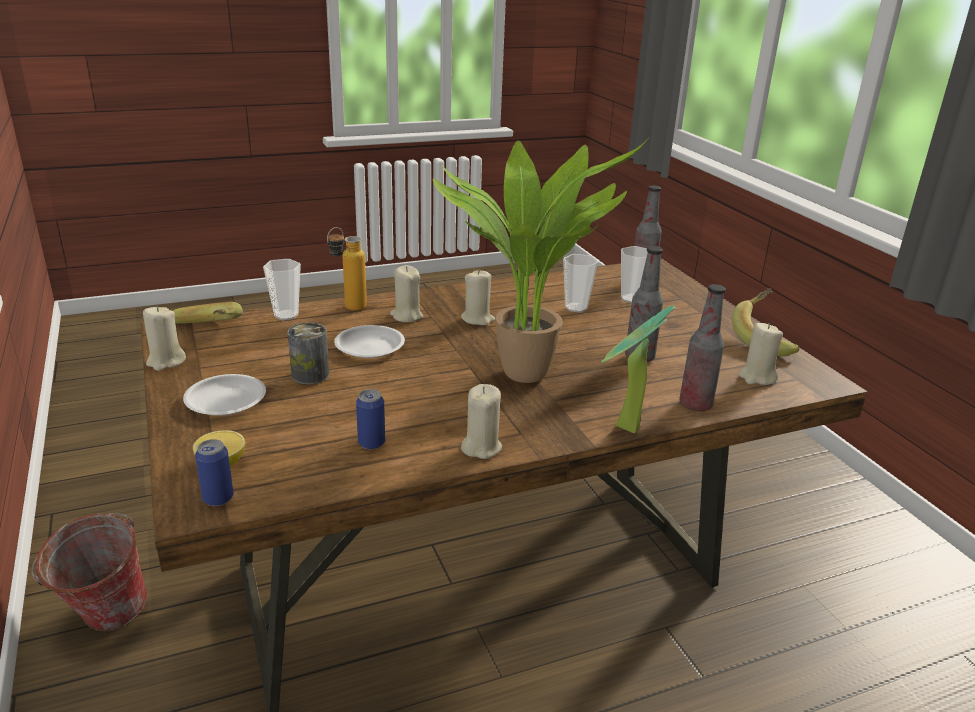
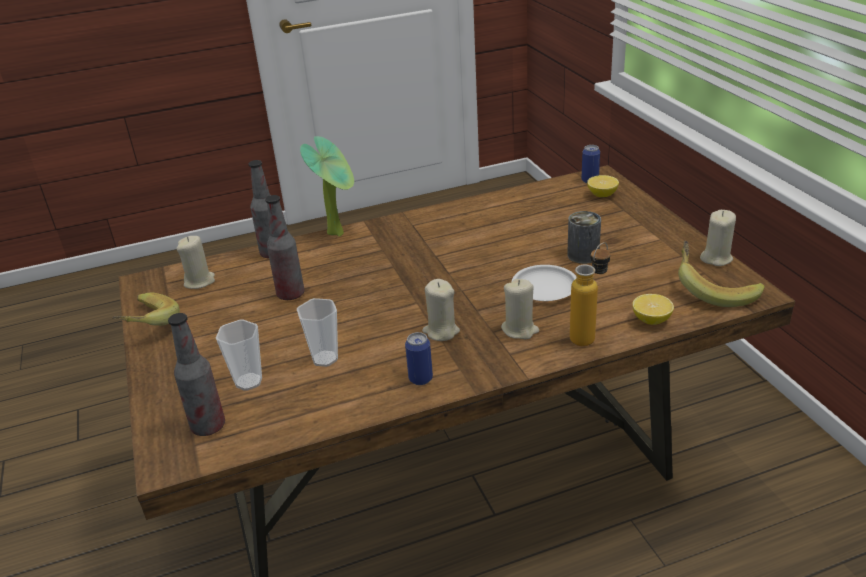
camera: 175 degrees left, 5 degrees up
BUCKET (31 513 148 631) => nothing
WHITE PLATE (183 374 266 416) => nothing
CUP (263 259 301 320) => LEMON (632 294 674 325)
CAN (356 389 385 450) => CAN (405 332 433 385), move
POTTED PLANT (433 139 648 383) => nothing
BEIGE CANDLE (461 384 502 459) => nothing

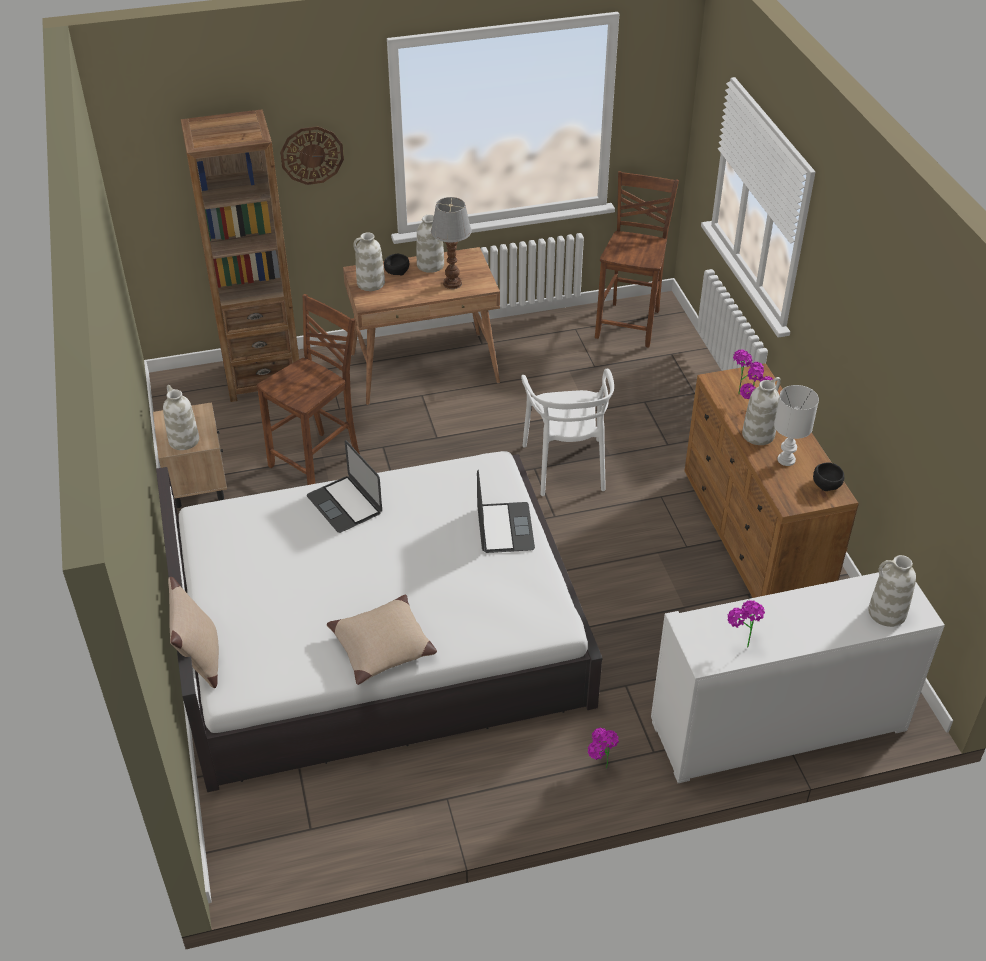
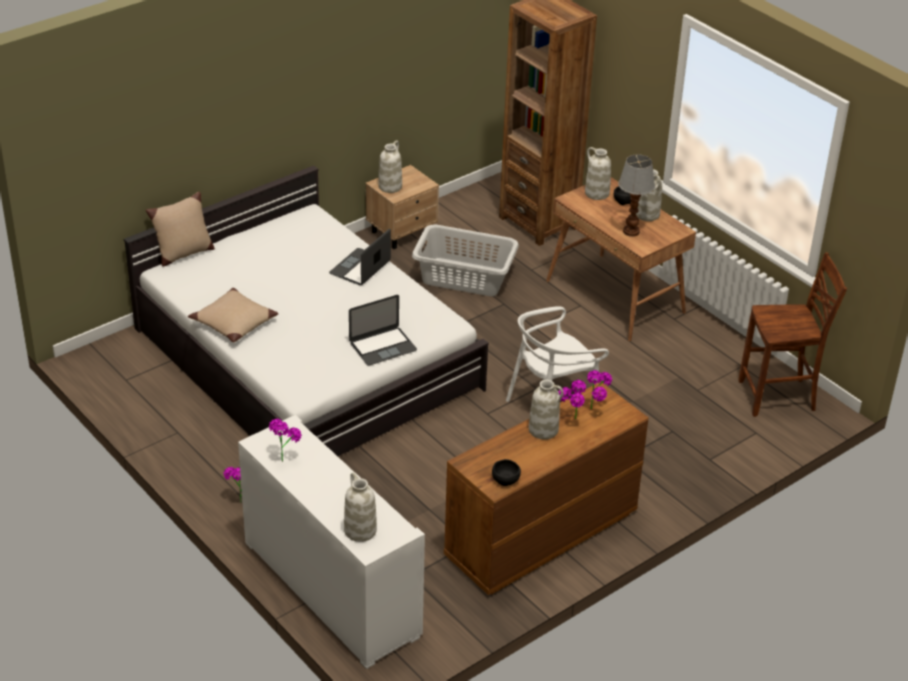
camera: 65 degrees right, 5 degrees down
BROWN CHAIR (257 294 360 485) => GREY LAUNDRY BASKET (412 225 519 296)
WALL CLOCK (280 126 344 185) => nothing
WHITE TABLE LAMP (774 385 819 466) => nothing

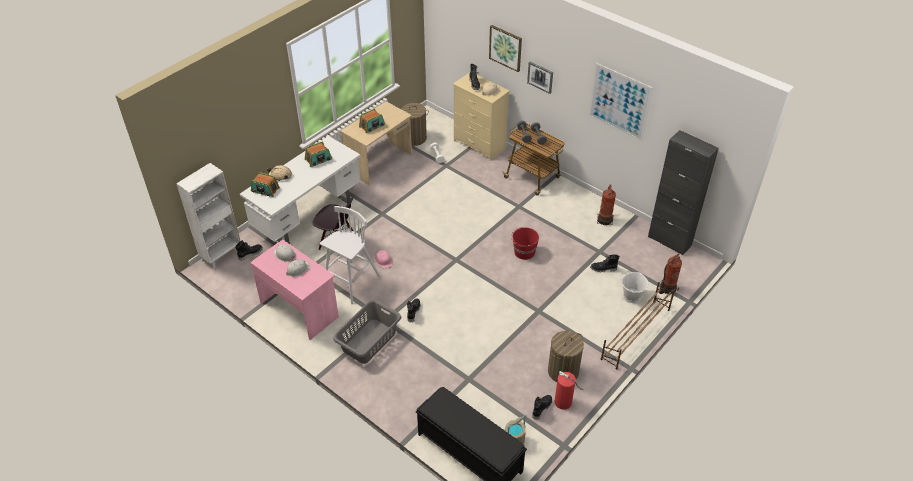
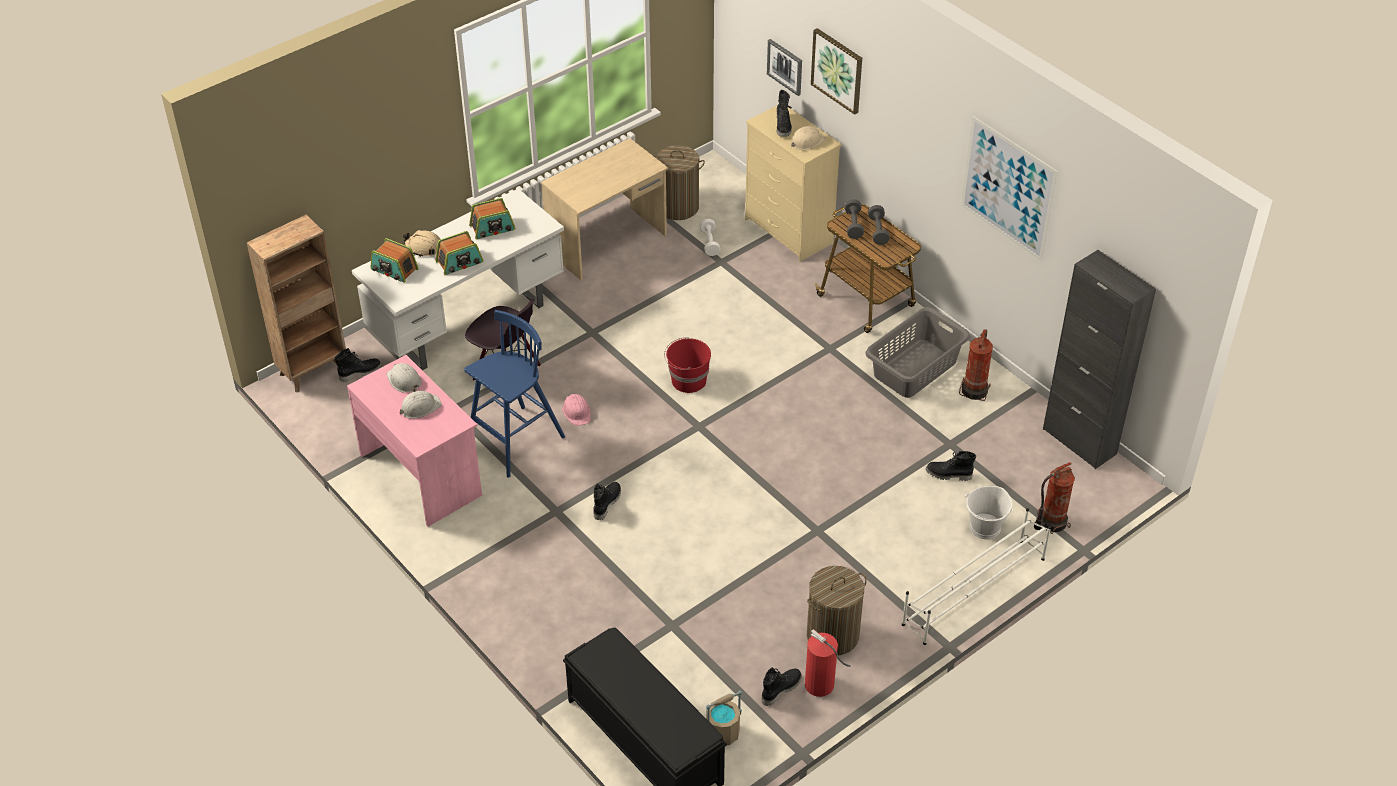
camera: 10 degrees right, 0 degrees up
WHITE BOOKCASE (176 163 240 270) => BROWN BOOKCASE (247 215 346 392)
WHITE STOOL (320 206 380 304) => BLUE STOOL (464 310 565 478)
GREY LAUNDRY BASKET (333 300 401 364) => GREY LAUNDRY BASKET (865 307 970 398), move
RADIO (359 109 385 133) => RADIO (435 231 484 275), move
RED BUCKET (511 227 539 260) => RED BUCKET (664 337 711 393), move
PICTURE (527 62 553 94) => PICTURE (767 39 802 96), move
BROWN SHOE RACK (601 282 675 370) => WHITE SHOE RACK (902 508 1051 645)

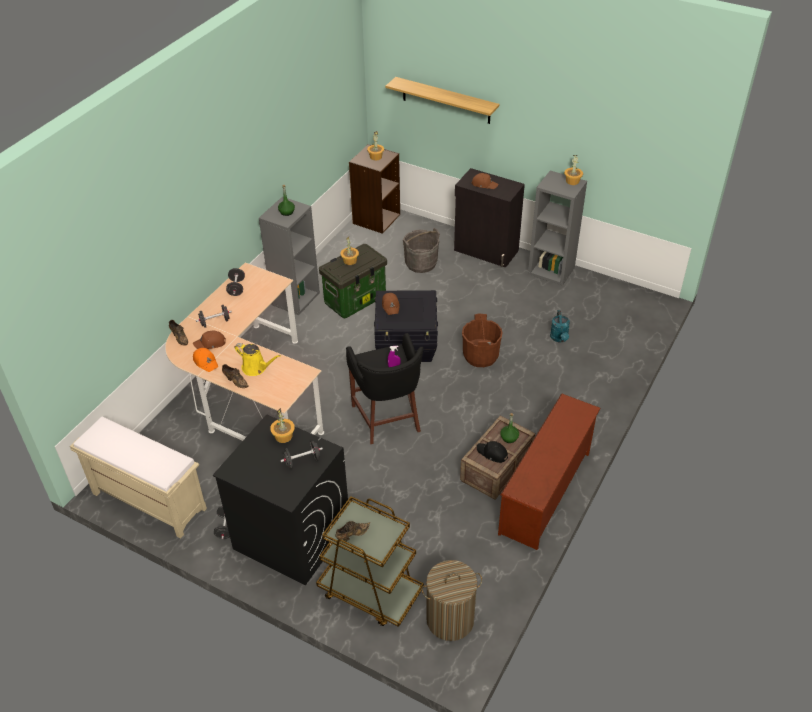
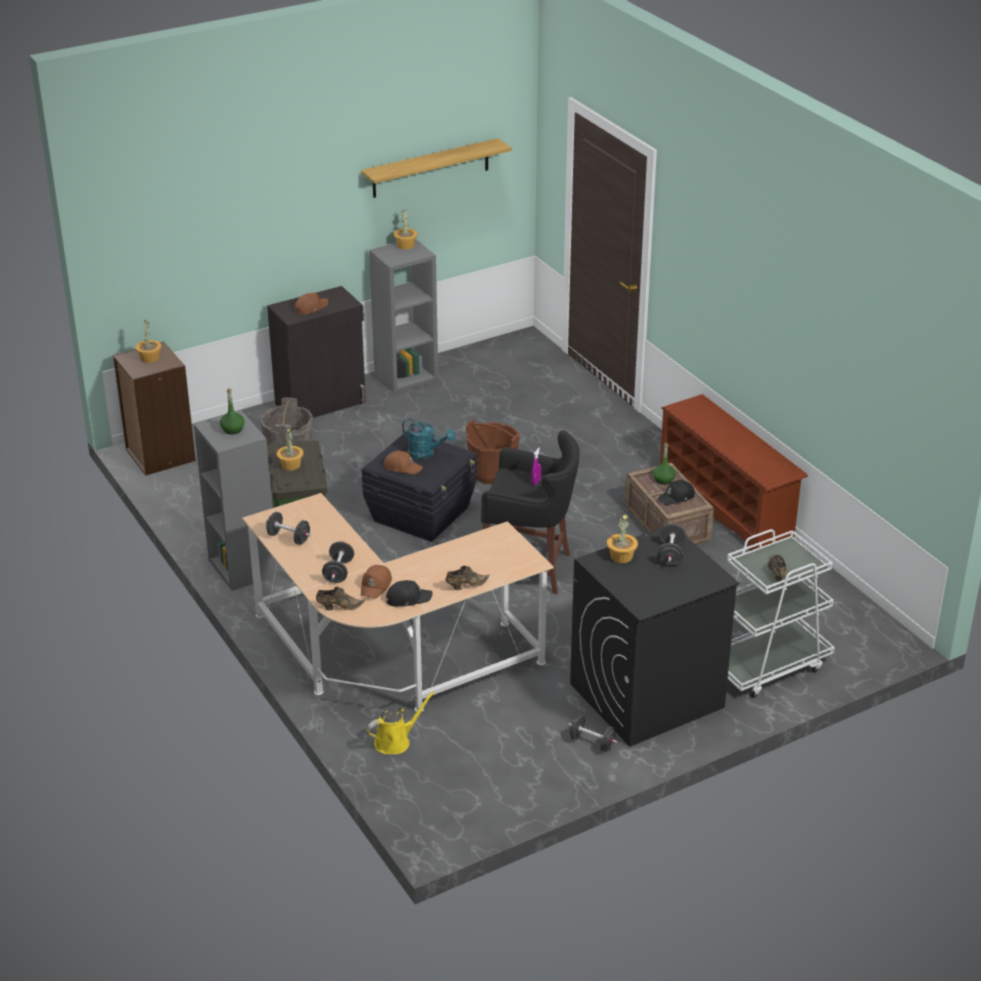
camera: 60 degrees left, 10 degrees down
BEIGE BENCH (70 416 207 539) => nothing
ORANGE CAP (193 348 218 372) => BLACK CAP (386 580 433 607)
YELLOW WATERING CAN (234 343 281 376) => YELLOW WATERING CAN (367 692 435 754), move
BROWN CART (316 496 424 627) => WHITE CART (727 529 835 698)
SHELF (385 77 499 124) => SHELF (361 138 512 198), move
LAUNDRY BASKET (421 560 482 641) => nothing
TURQUOISE WATERING CAN (550 310 570 342) => TURQUOISE WATERING CAN (402 418 455 459), move

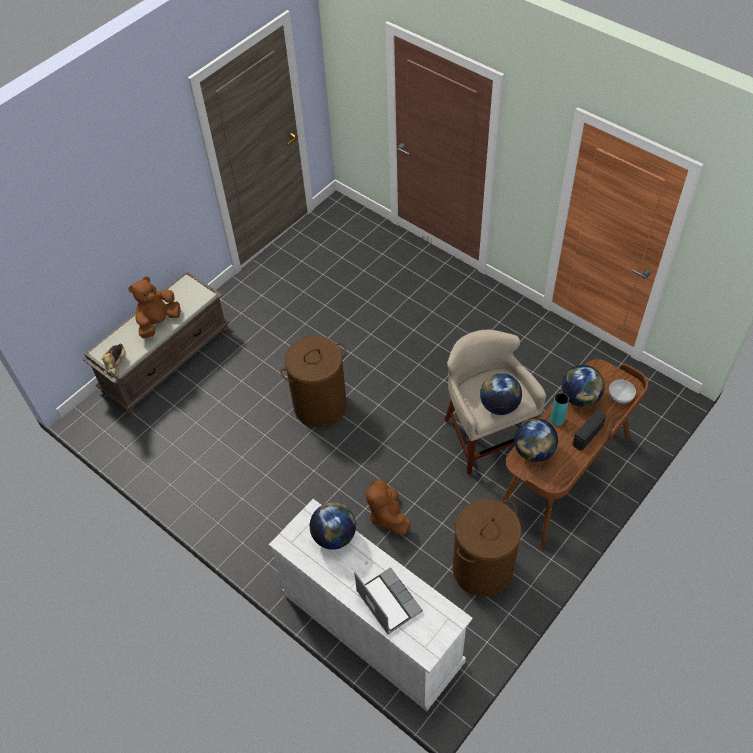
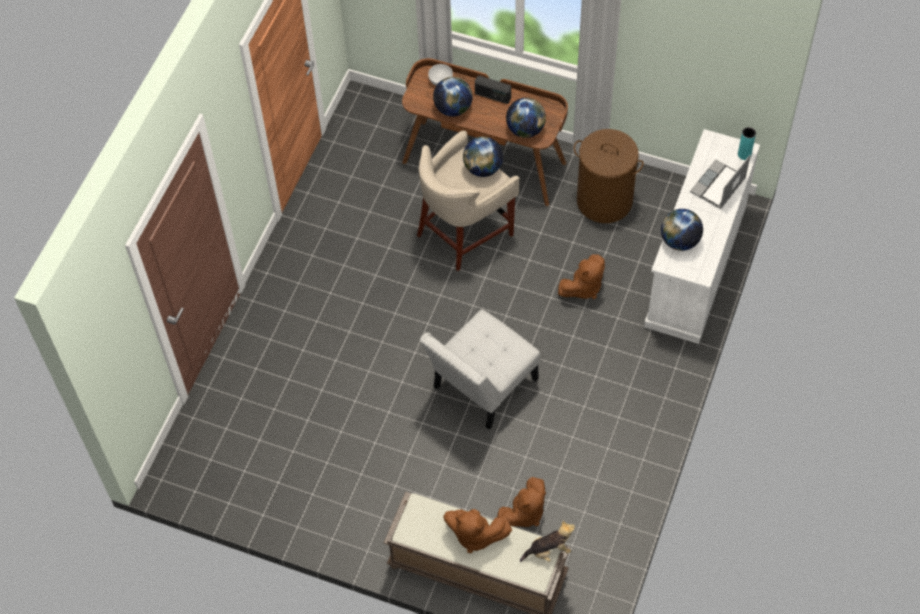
camera: 110 degrees left, 5 degrees up
BROWN LAUNDRY BASKET (280 336 347 427) => WHITE CHAIR (420 310 540 430)
TURQUOISE VASE (550 393 569 426) => TURQUOISE VASE (738 127 756 160), move
nothing => BROWN PLUSH TOY (497 477 546 527)

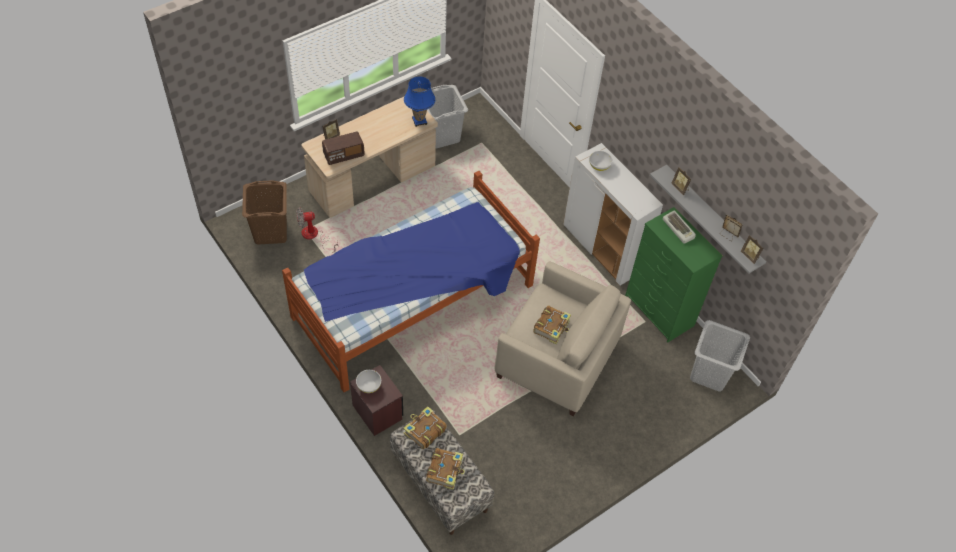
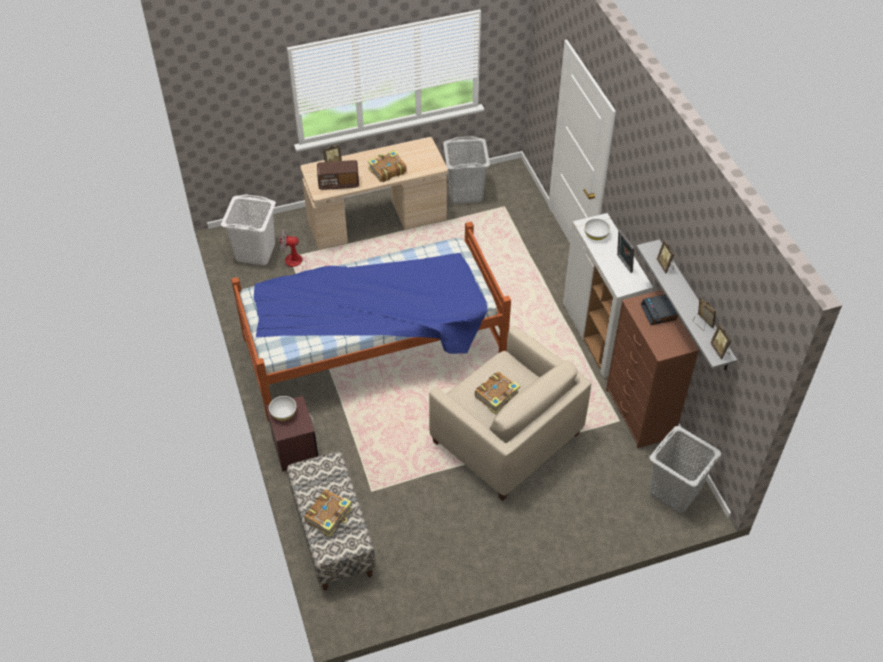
camera: 20 degrees right, 5 degrees down
BROWN LAUNDRY BASKET (242 180 287 244) => WHITE LAUNDRY BASKET (221 195 276 265)
BOOK (403 406 447 450) => BOOK (368 150 407 182), move
BLUE TABLE LAMP (404 76 435 127) => nothing
GREEN DRESSER (625 207 723 343) => BROWN DRESSER (606 290 699 448)
KEYBOARD (663 211 696 244) => ALARM CLOCK (641 294 678 325)
nothing => PICTURE FRAME (617 230 634 273)

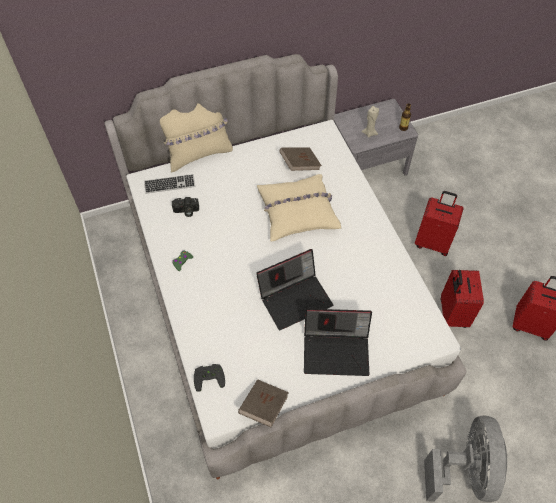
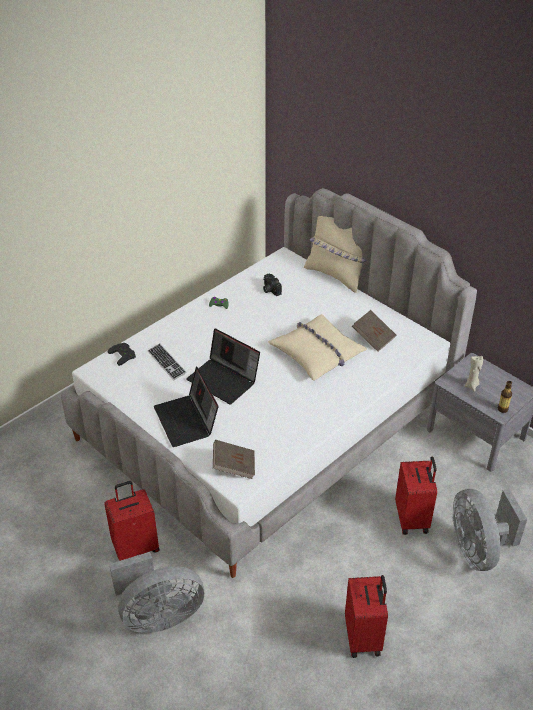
camera: 65 degrees right, 15 degrees down
KEYBOARD (144 174 195 194) => KEYBOARD (148 344 187 380), move
BROWN BOOK (238 380 289 427) => BROWN BOOK (213 440 255 479), move
RED SUITCASE (441 270 484 328) => RED SUITCASE (104 481 159 561), move
nothing => GREY FAN (453 489 527 571)

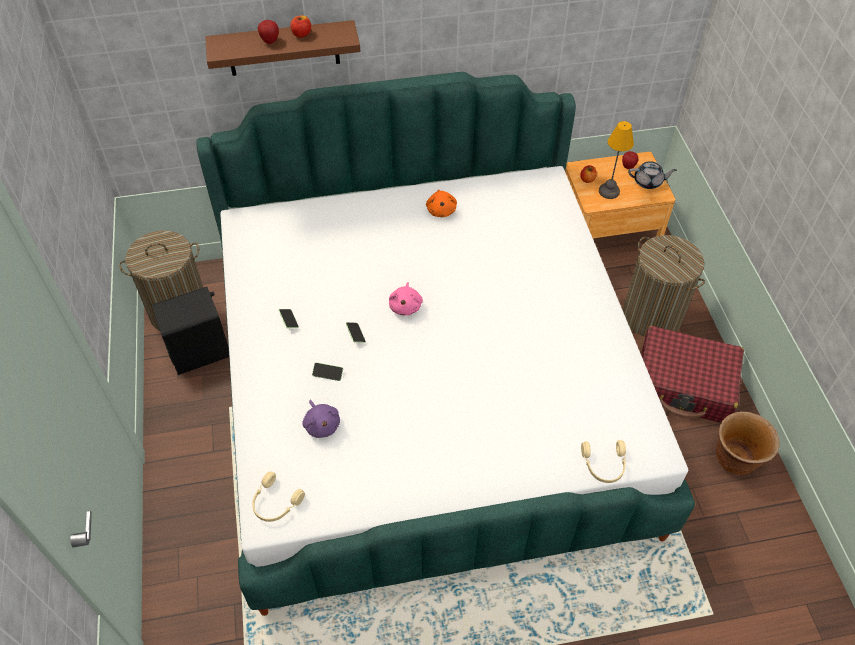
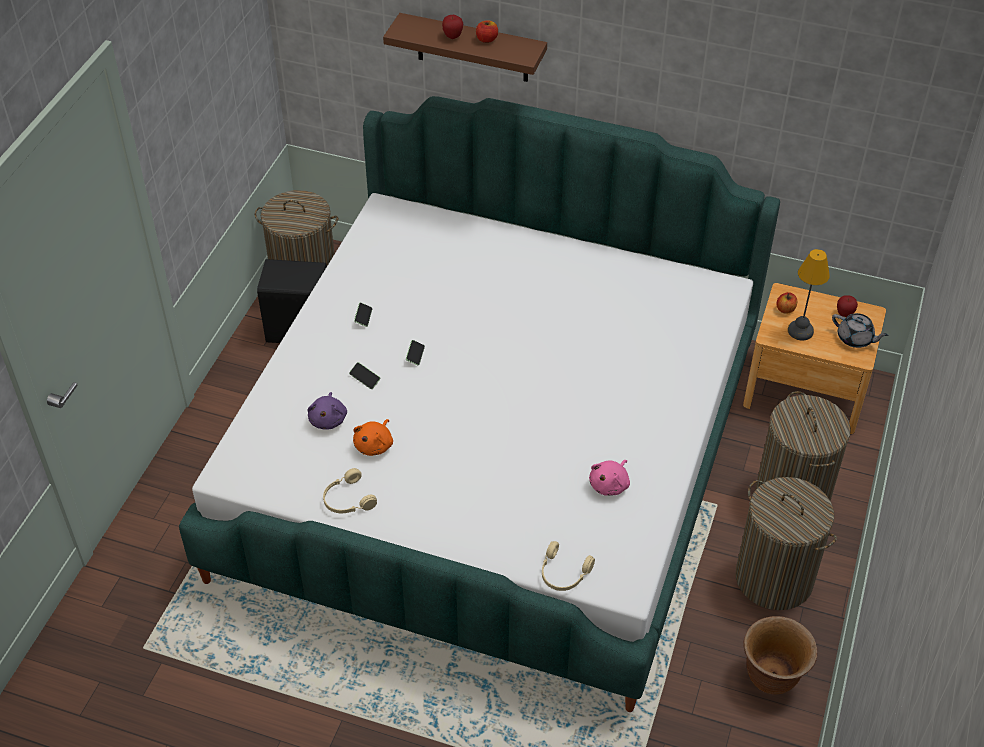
camera: 30 degrees right, 5 degrees down
BEIGE HEADPHONES (252 472 305 522) => BEIGE HEADPHONES (323 468 377 513), move
PINK PLUSH TOY (389 282 423 316) => PINK PLUSH TOY (589 460 630 496), move
ORANGE PLUSH TOY (426 190 457 217) => ORANGE PLUSH TOY (353 419 393 456), move
RED SUITCASE (641 326 744 423) => LAUNDRY BASKET (736 477 837 610)

